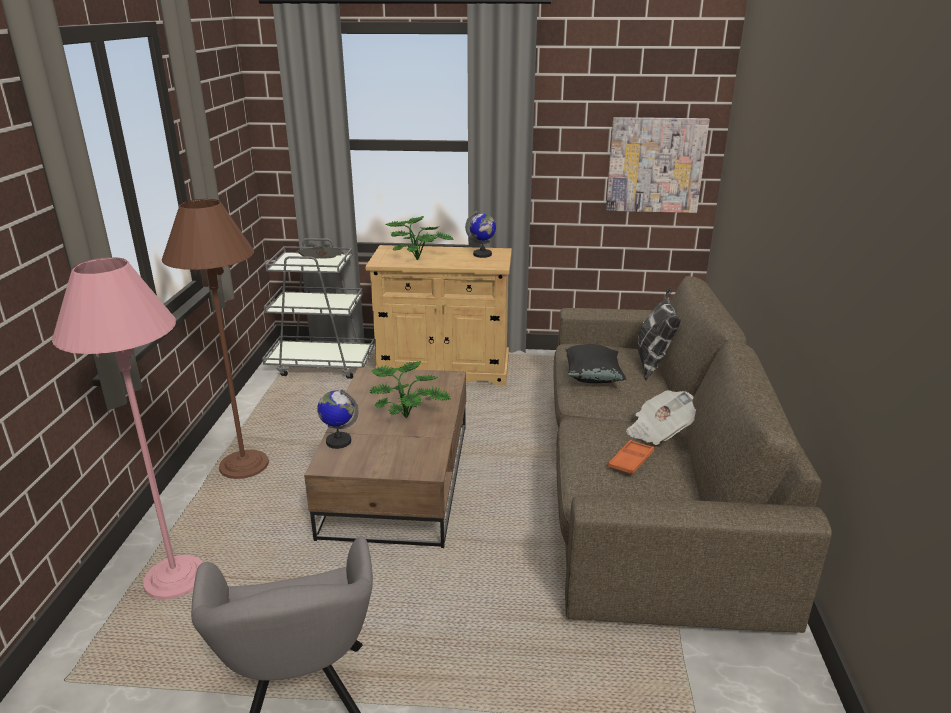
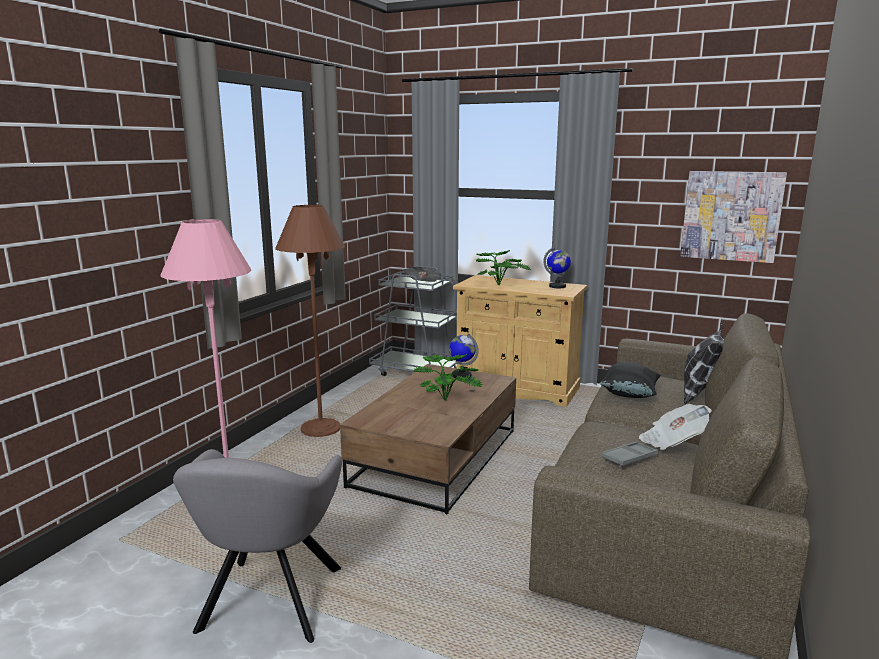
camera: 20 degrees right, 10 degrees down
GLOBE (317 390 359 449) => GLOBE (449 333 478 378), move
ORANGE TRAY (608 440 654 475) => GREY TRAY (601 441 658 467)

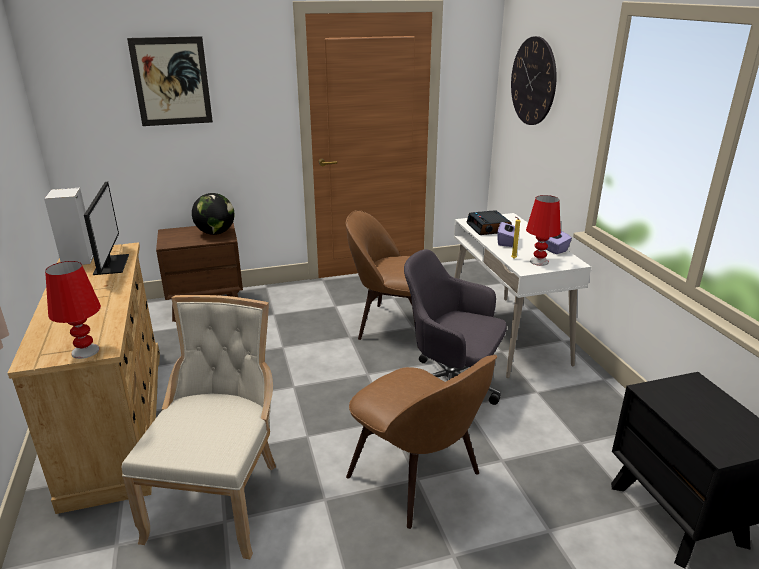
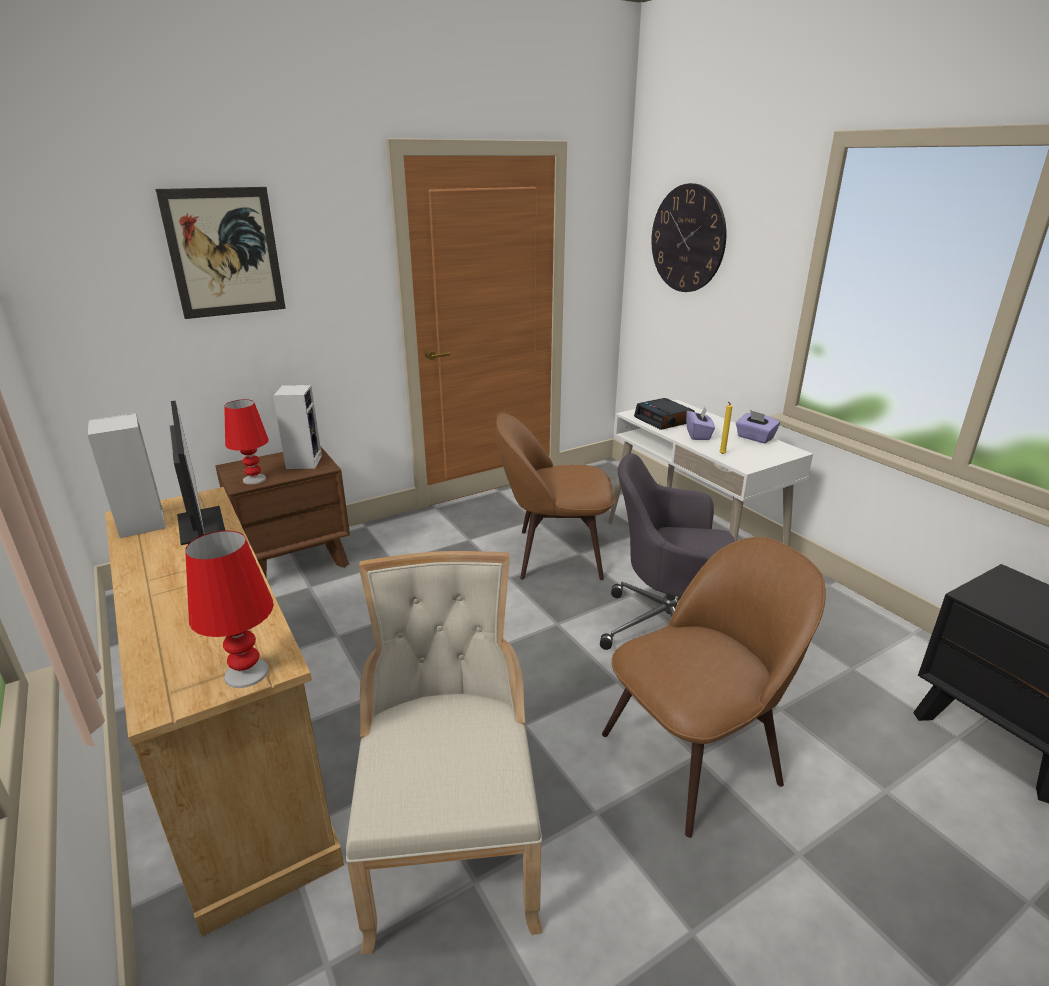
camera: 15 degrees left, 0 degrees up
GLOBE (192 193 235 235) => SPEAKER (273 385 322 469)
BROWN CHAIR (346 355 497 529) => BROWN CHAIR (602 537 826 838), 60 degrees counterclockwise
RED TABLE LAMP (526 195 561 266) => RED TABLE LAMP (224 399 269 485), move

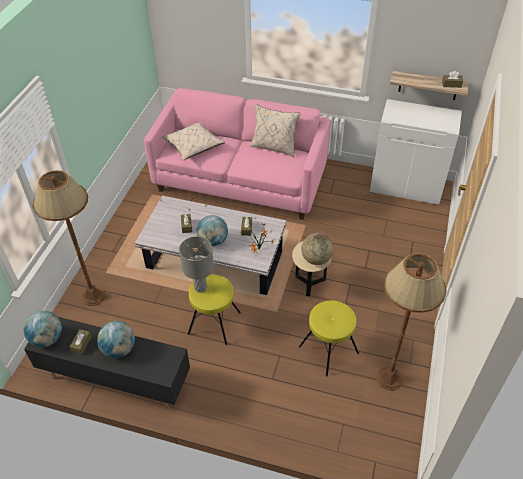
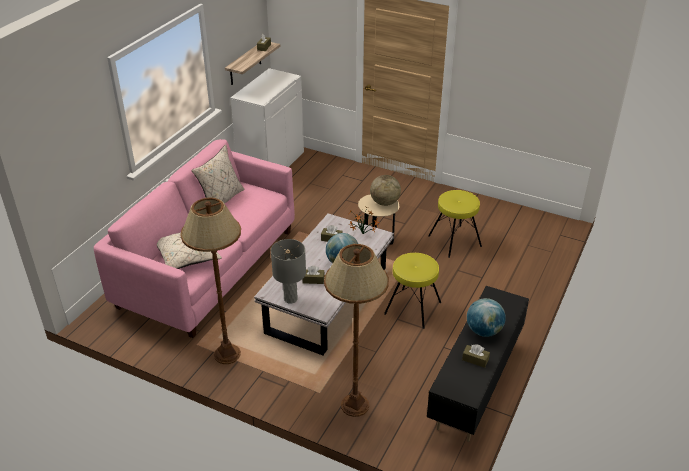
camera: 80 degrees left, 10 degrees down
GLOBE (24 311 62 347) => nothing
GREY TABLE LAMP (179 236 214 293) => GREY TABLE LAMP (271 239 306 304), move
BROWN FLOOR LAMP (377 253 447 390) => BROWN FLOOR LAMP (180 198 241 364), move

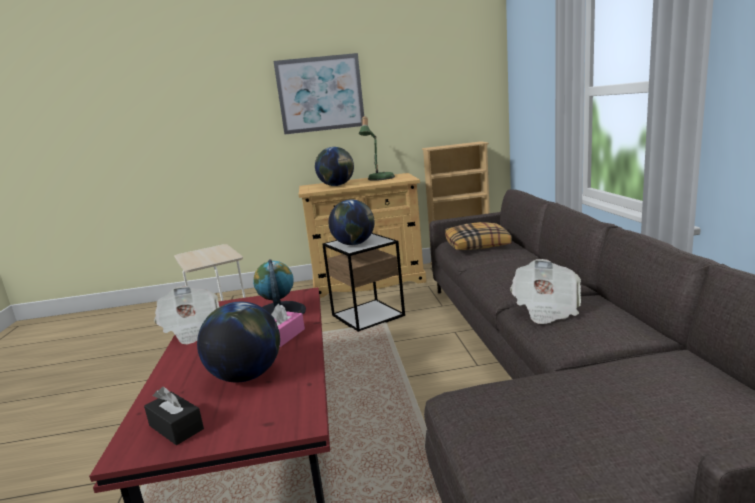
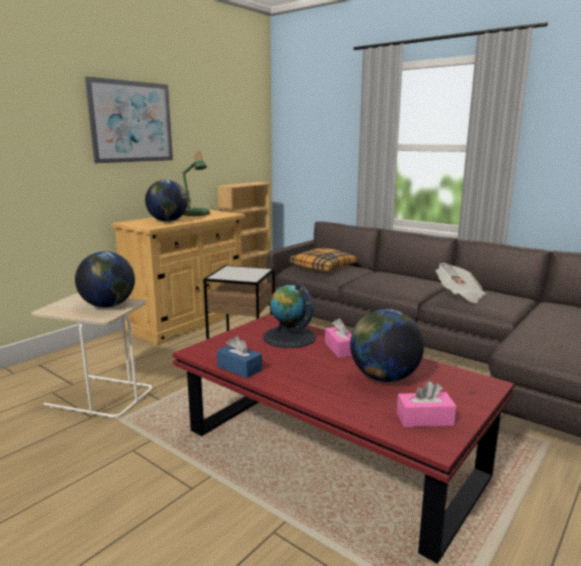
camera: 45 degrees left, 0 degrees up
BLACK TISSUE BOX (144 387 204 445) => PINK TISSUE BOX (397 381 457 427)
NEWSPAPER (154 286 219 344) => BLUE TISSUE BOX (217 336 262 378)
GLOBE (328 199 375 245) => GLOBE (75 251 135 308), move

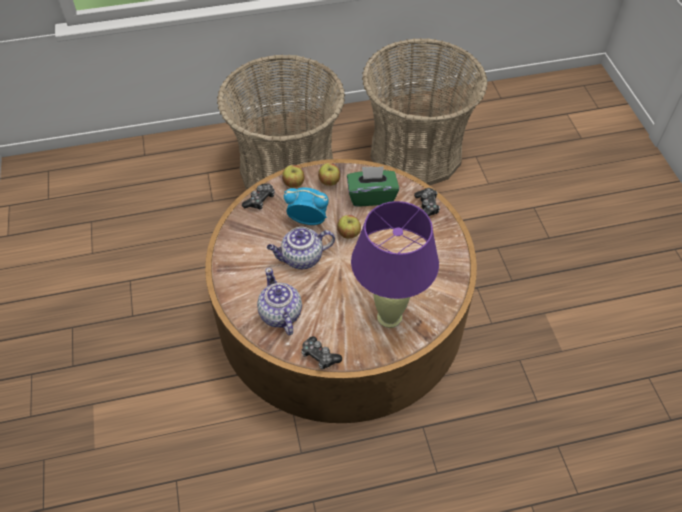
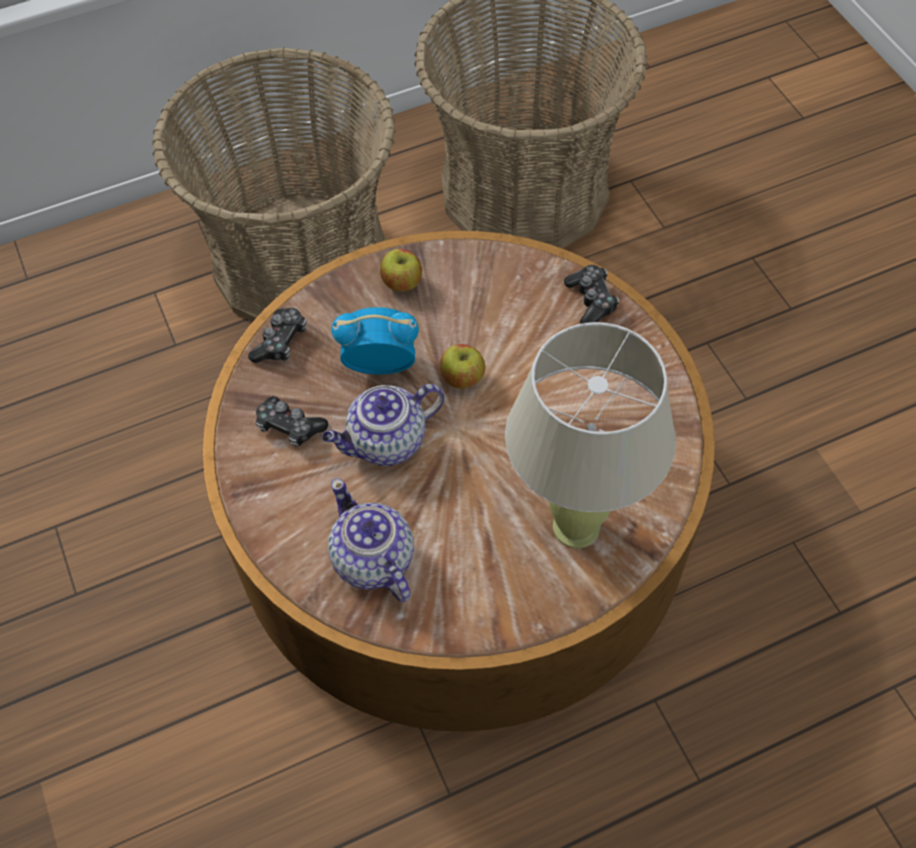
camera: 10 degrees left, 5 degrees up
APPLE (282 165 304 188) => nothing
GAME CONTROLLER (301 336 342 370) => GAME CONTROLLER (256 396 328 447), move
GREEN TISSUE BOX (347 166 399 207) => nothing
PURPLE TABLE LAMP (351 201 439 328) => BEIGE TABLE LAMP (505 322 676 548)

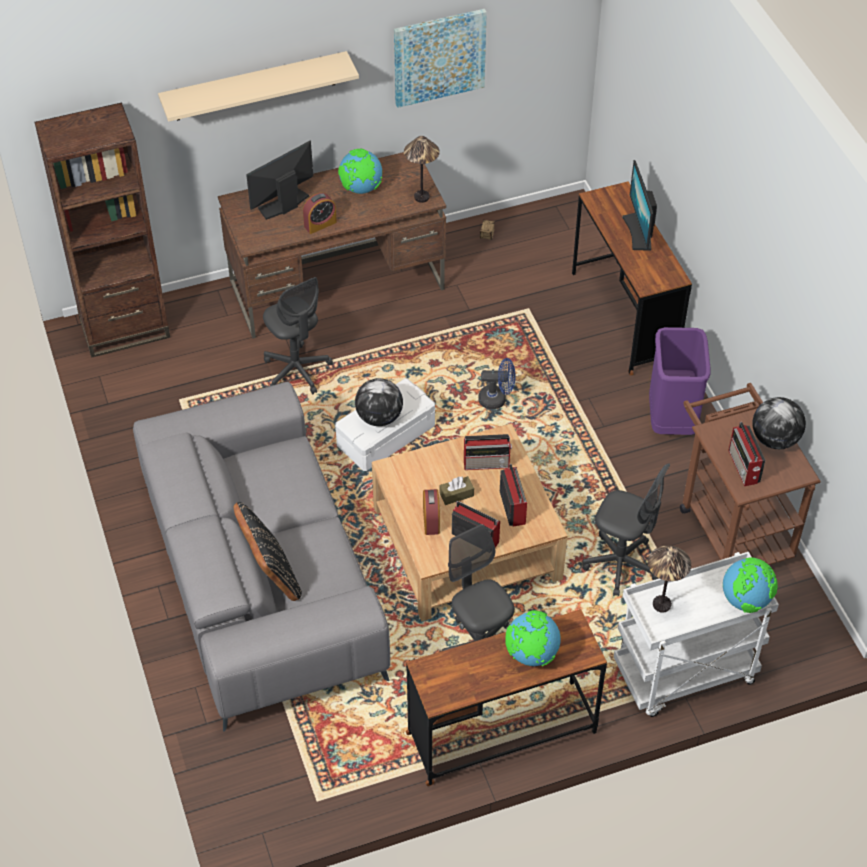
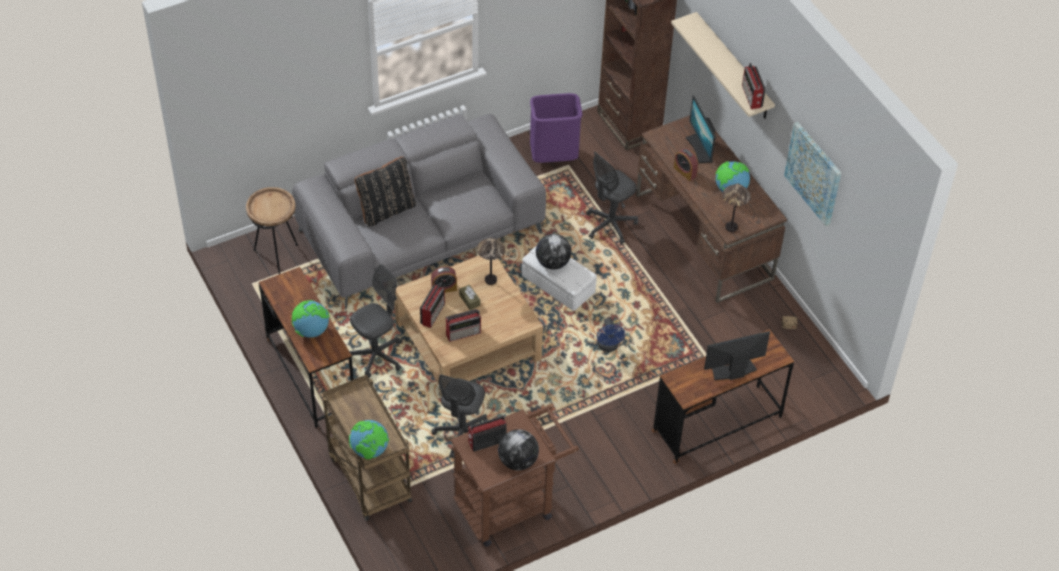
camera: 80 degrees right, 0 degrees up
MONITOR (246 141 313 220) => MONITOR (686 95 716 163), 150 degrees counterclockwise
RADIO (464 434 512 470) => RADIO (742 63 766 109), move
WHITE CART (614 552 779 717) => BROWN CART (322 375 412 521)
TABLE LAMP (648 545 691 613) => TABLE LAMP (477 237 505 285), move
PURPLE TRASH CAN (649 327 711 435) => PURPLE TRASH CAN (530 93 583 163), move
nothing => BROWN SIDE TABLE (246 187 298 275)

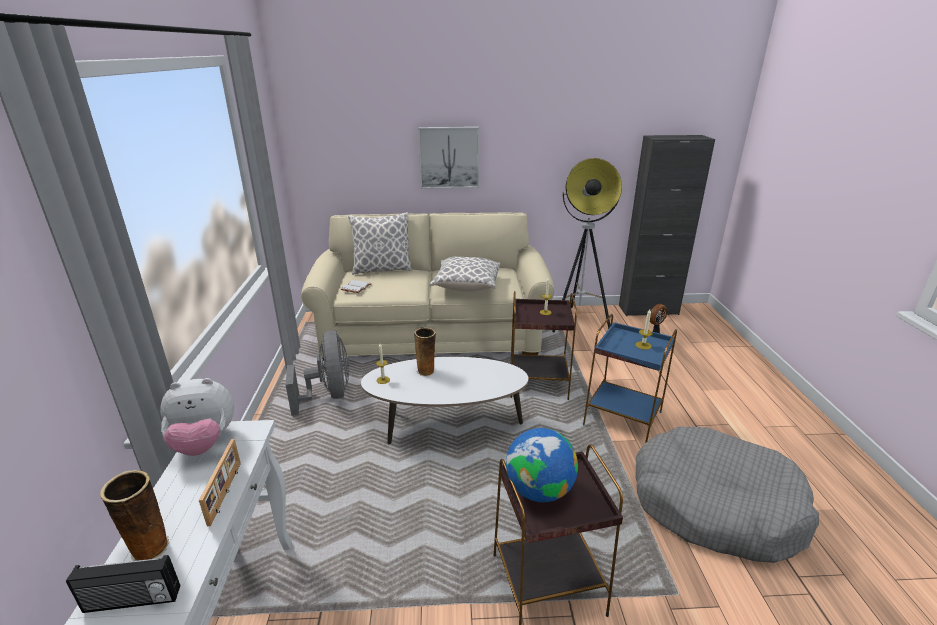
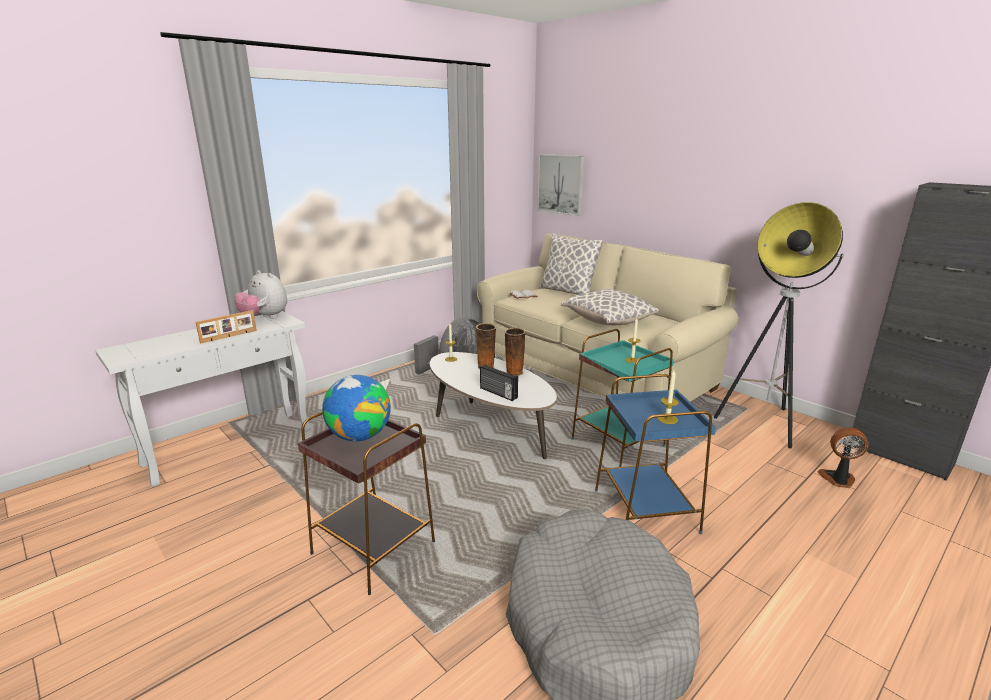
camera: 50 degrees right, 5 degrees down
RADIO (66 555 180 613) => RADIO (480 364 518 401), move
VASE (100 470 169 561) => VASE (505 328 525 376), move
PICTURE (418 127 479 189) => PICTURE (537 154 584 216), move
BROWN SIDE TABLE (510 291 577 400) => TURQUOISE SIDE TABLE (572 329 674 467)

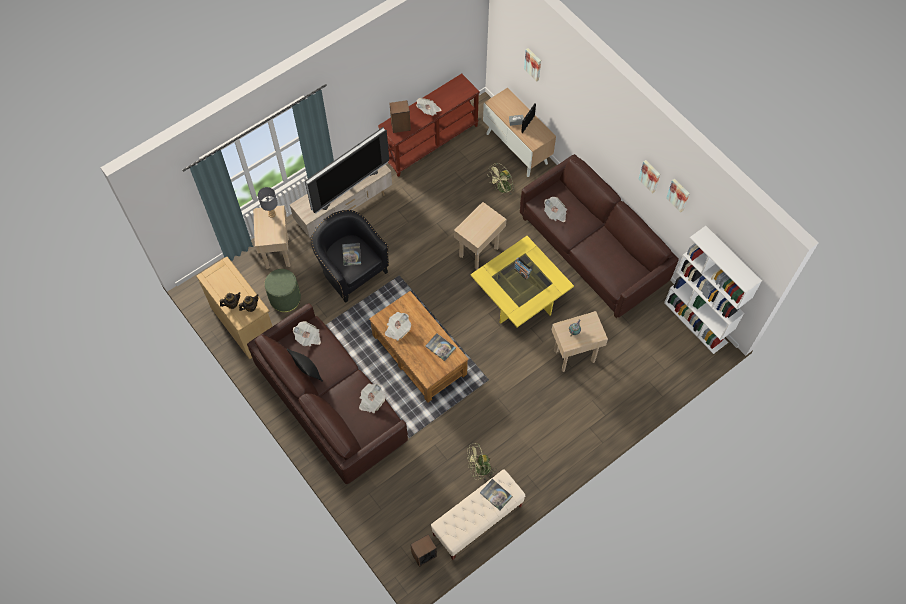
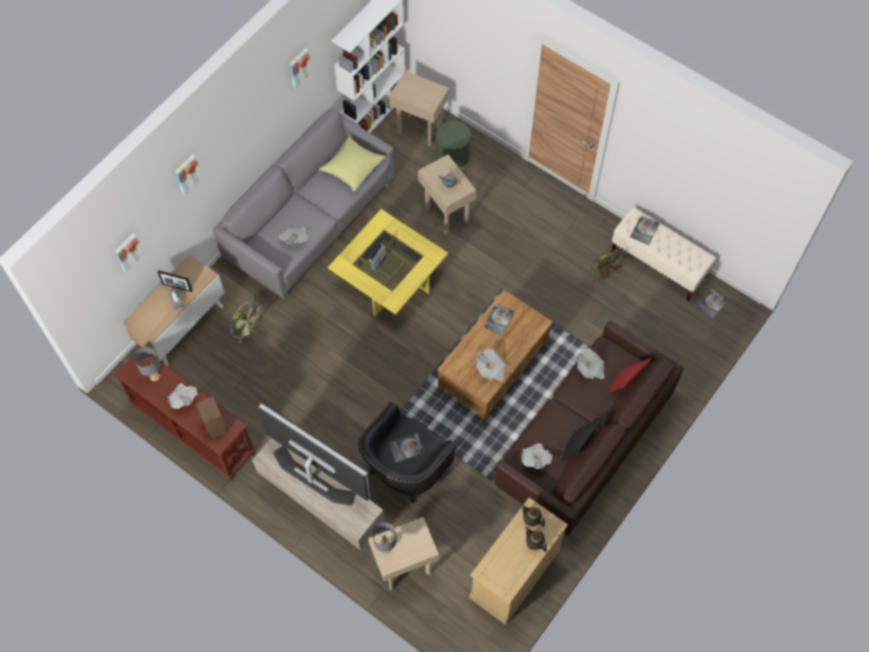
camera: 105 degrees left, 0 degrees up
GREEN OTTOMAN (265 269 301 312) => GREEN OTTOMAN (435 120 471 170), move
SPEAKER (410 534 437 567) => BOOK (696 289 728 319)
BEIGE SIDE TABLE (454 202 506 270) => BEIGE SIDE TABLE (389 71 449 146), move
GREEN FAN (467 443 495 481) => BROWN FAN (591 249 627 284)
BROWN SOFA (520 154 679 318) => GREY SOFA (213 109 394 299)
PICTURE (638 160 660 194) => PICTURE (175 154 202 195), move
nothing => GREY TABLE LAMP (134 347 160 382)
nothing => YELLOW PILLOW (319 136 386 192)
nothing => RED PILLOW (606 358 651 395)

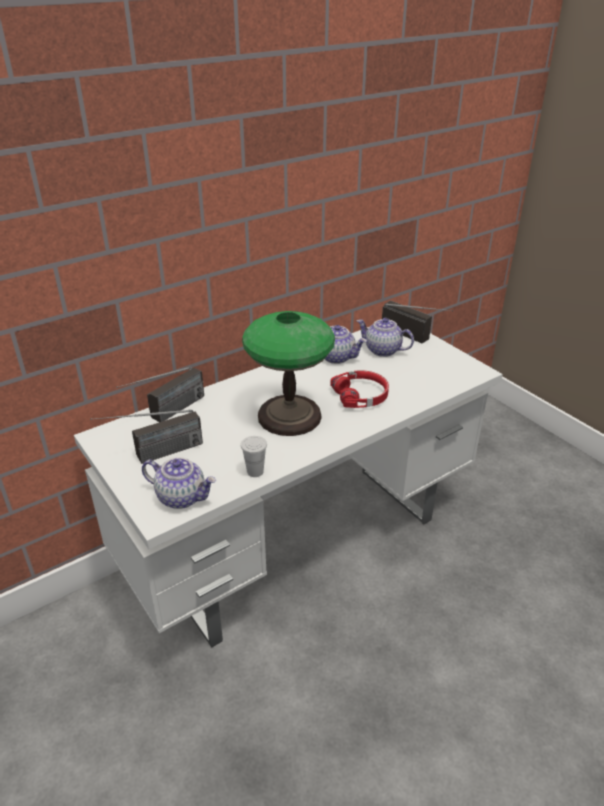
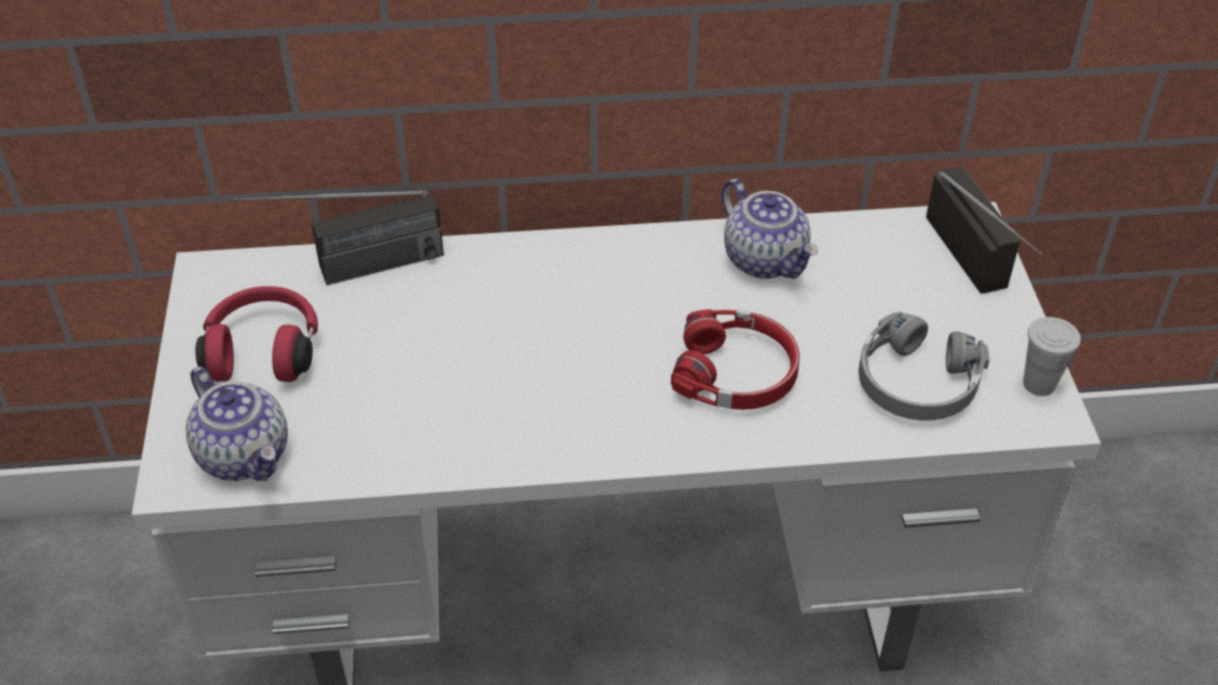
camera: 30 degrees right, 10 degrees up
RADIO (90 410 203 464) => RED HEADPHONES (196 286 318 382)
WHITE CUP (241 436 267 477) => WHITE CUP (1023 317 1081 396), move
TABLE LAMP (242 311 335 436) => nothing
TEAPOT (357 318 414 357) => nothing
nothing => GREY HEADPHONES (858 311 990 421)

